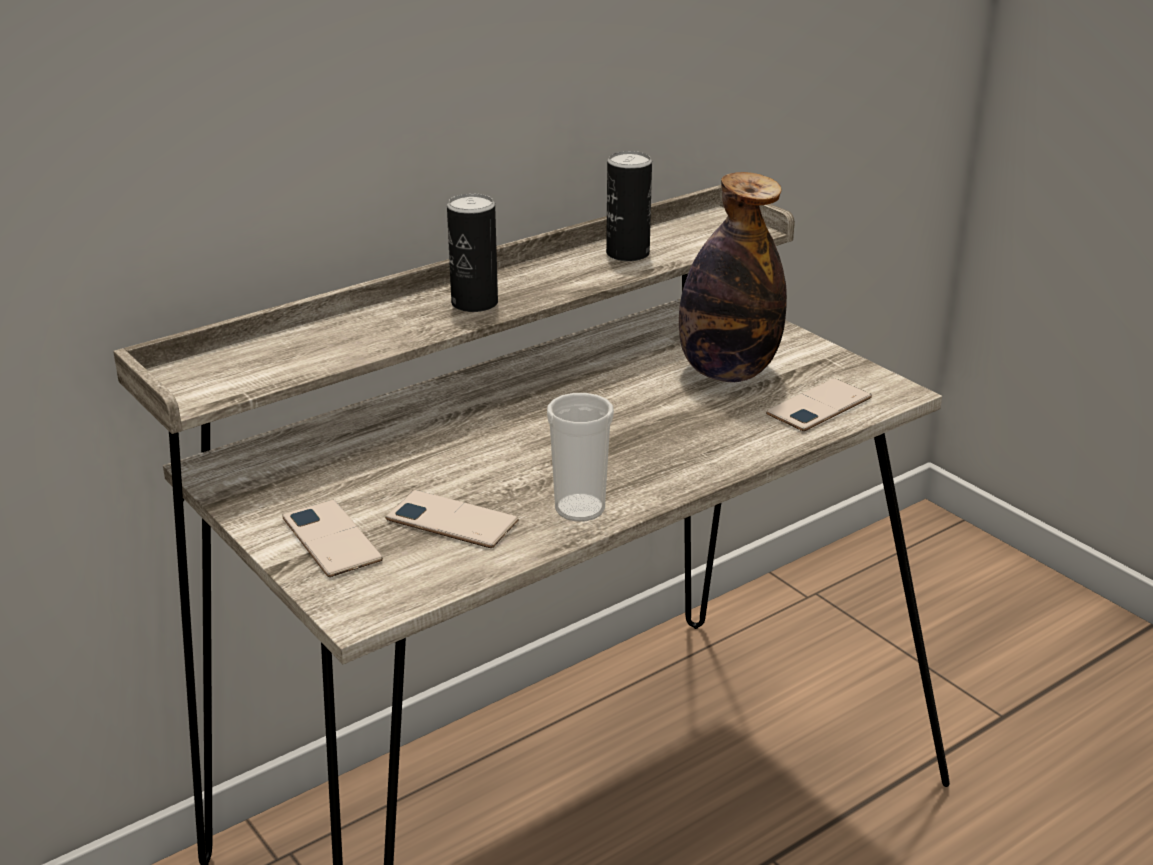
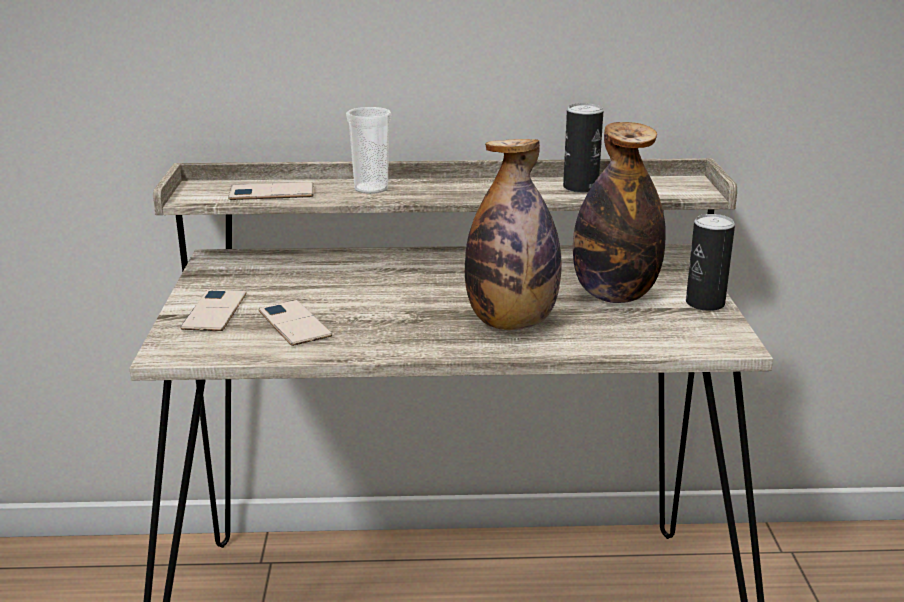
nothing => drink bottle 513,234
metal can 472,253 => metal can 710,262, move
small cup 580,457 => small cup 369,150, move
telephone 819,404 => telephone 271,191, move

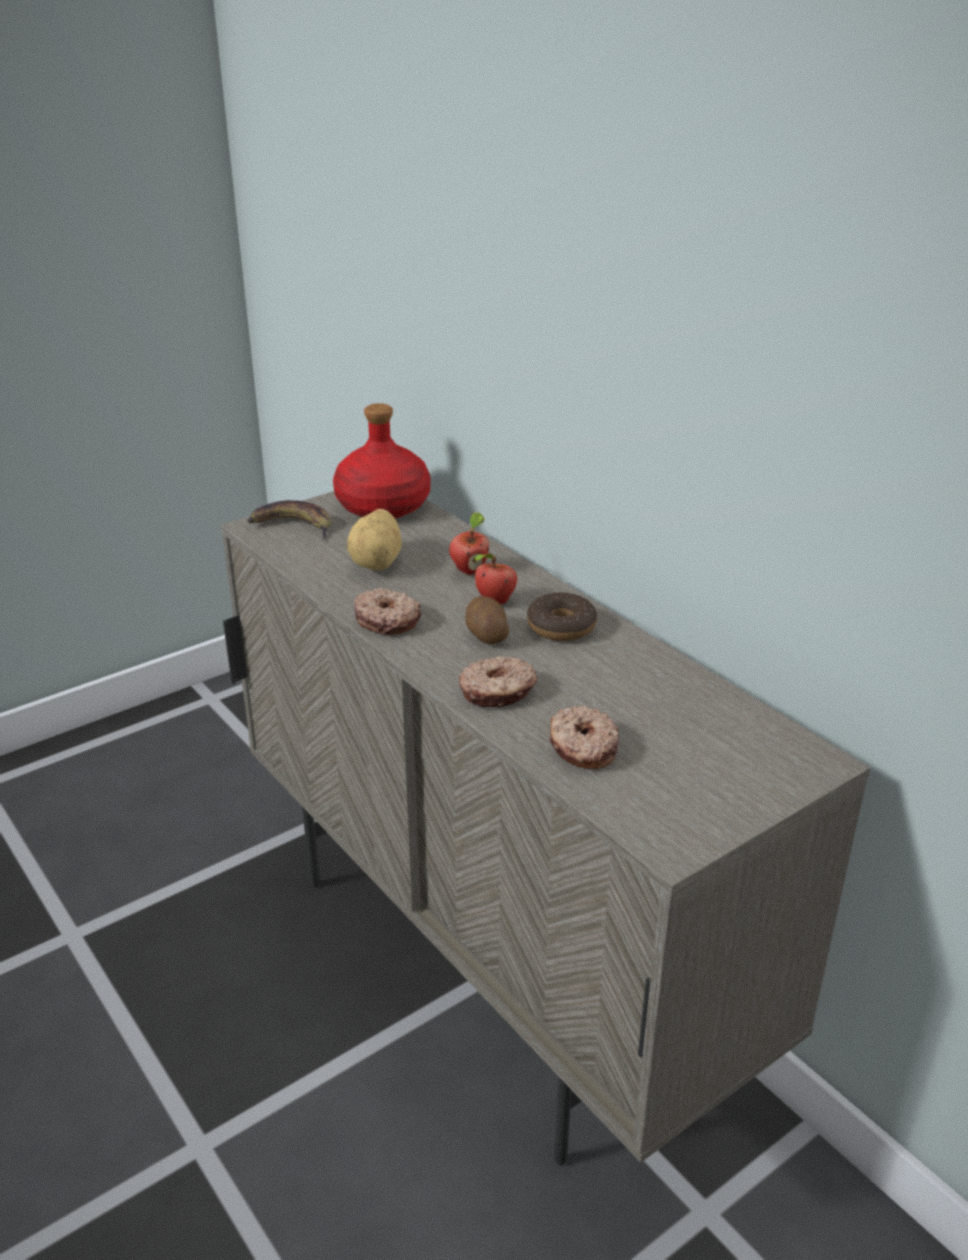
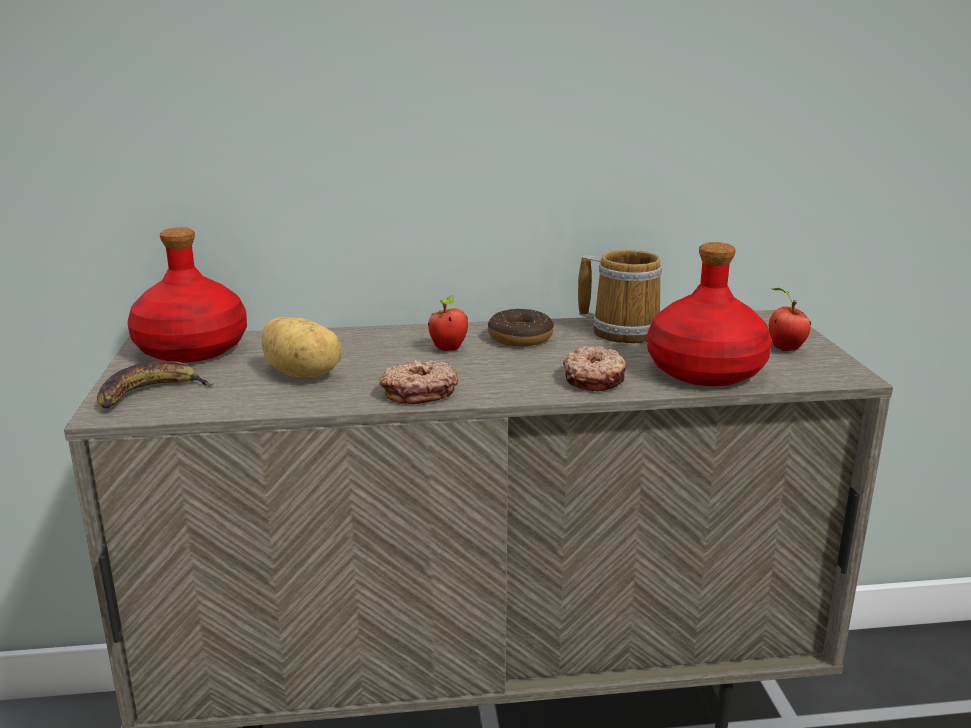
potato 487,620 => nothing
nothing => coffee mug 620,296
whole apple 469,543 => whole apple 790,319, move
ring doughnut 584,737 => red-coloured drink bottle 709,314

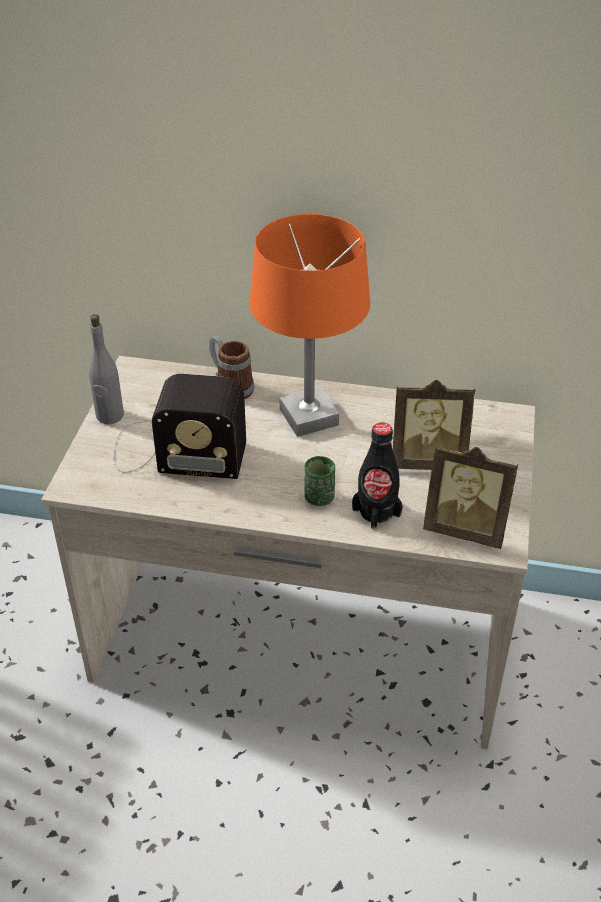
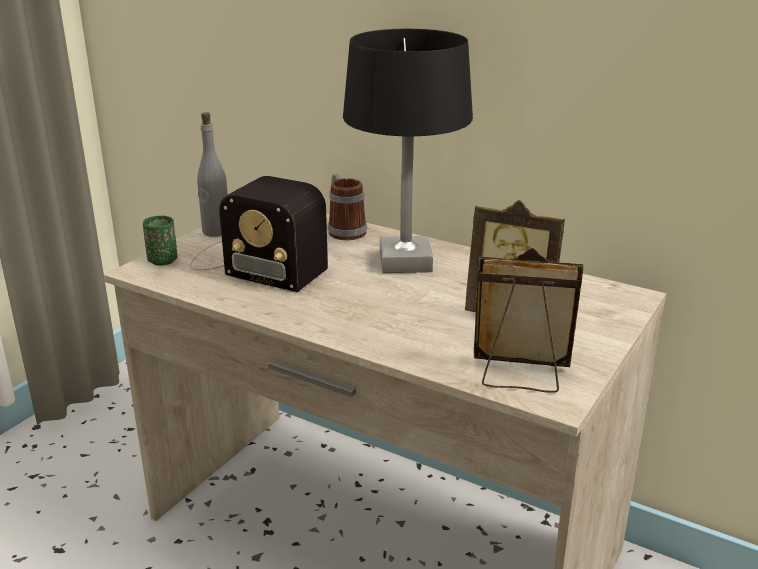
blackish drink bottle 377,476 => nothing
green small cup 319,481 => green small cup 160,241, move
orangey lamp for a table 309,325 => blackish lamp for a table 408,151
photo frame 470,496 => photo frame 528,320, 150 degrees clockwise

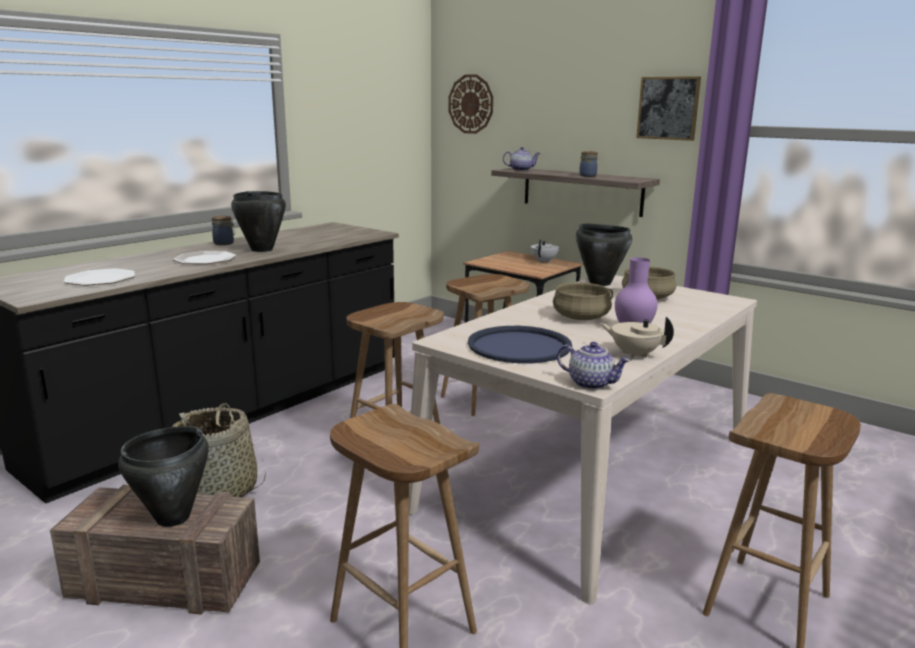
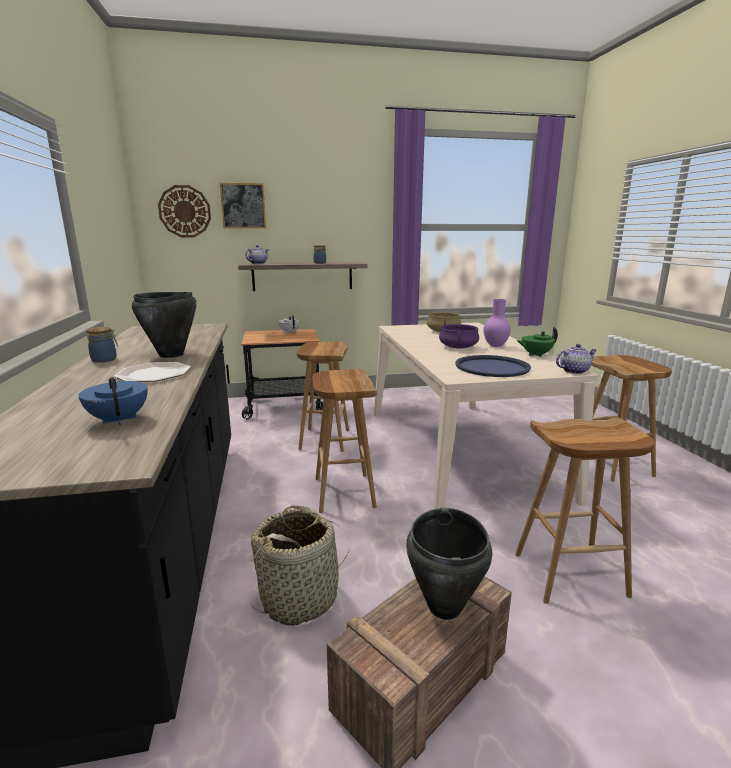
blackish stockpot 604,255 => nothing
wall picture 668,108 => wall picture 243,205, move
dinner plate 99,277 => blue teapot 113,401
beige-coloured stockpot 583,301 => purple stockpot 459,336
beige-coloured teapot 637,337 => green teapot 537,342

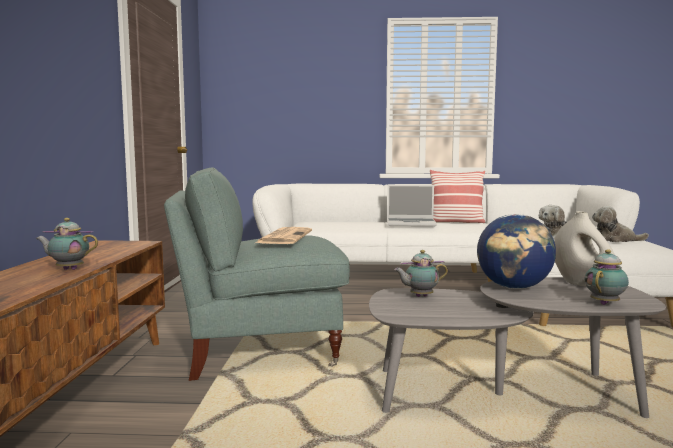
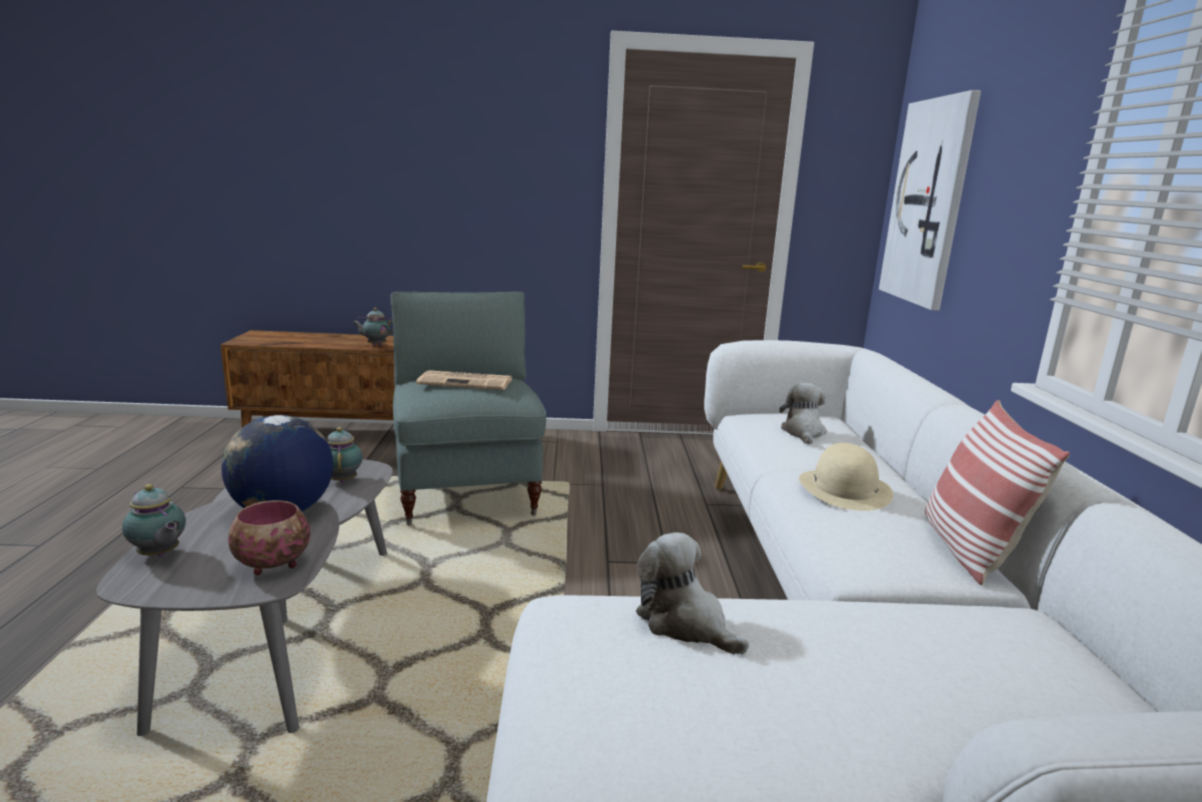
nothing => wall picture 930,200
soft toy 620,224 => soft toy 803,414, move
laptop 412,206 => beige-coloured wearable hat 846,477
white vase 584,249 => serving bowl 269,537
teapot 67,244 => teapot 372,327, 90 degrees counterclockwise

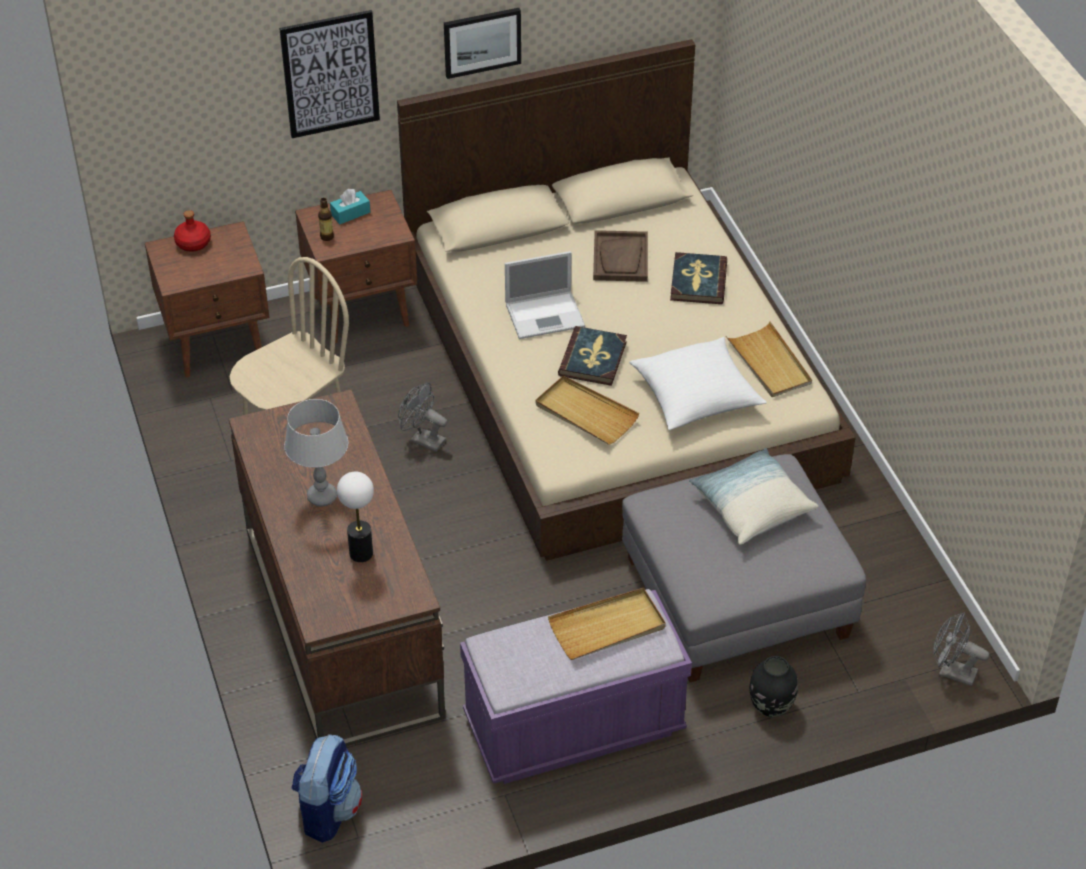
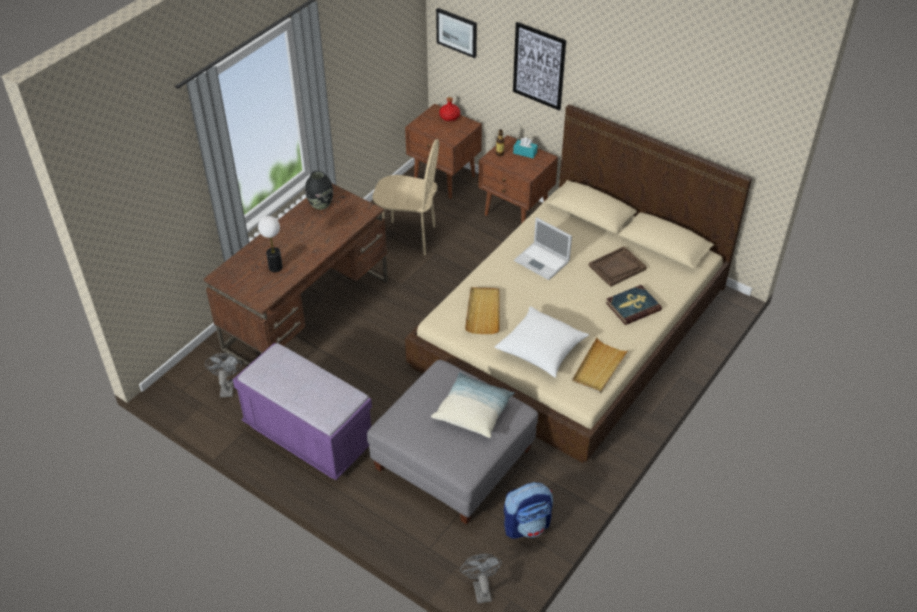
grey lamp for a table 316,453 => nothing
beige-coloured carrying tray 607,624 => nothing
book 592,356 => nothing
rucksack 326,788 => rucksack 528,510, move
grey cooling fan 422,417 => grey cooling fan 223,375, move
wall picture 482,43 => wall picture 456,33, move
blackish vase 774,686 => blackish vase 319,190, move

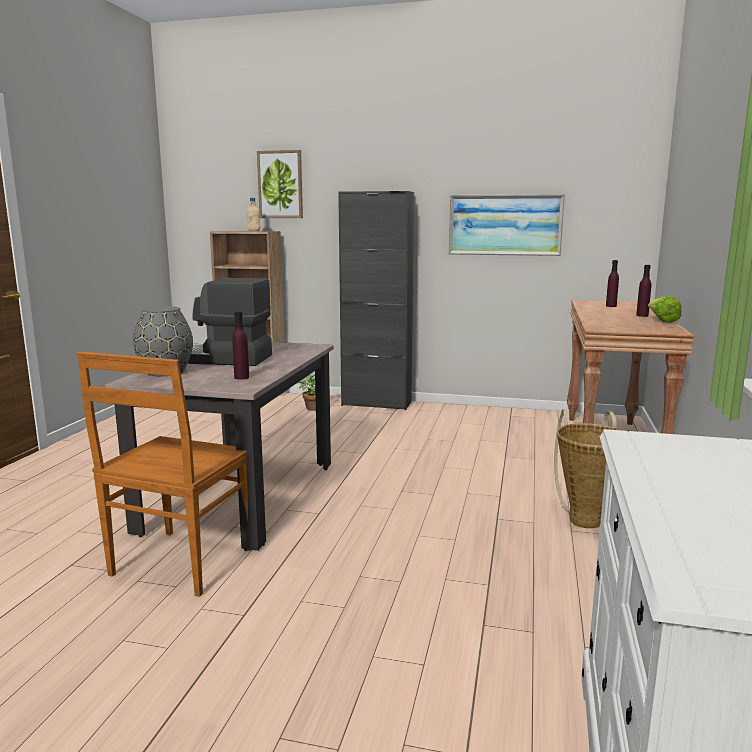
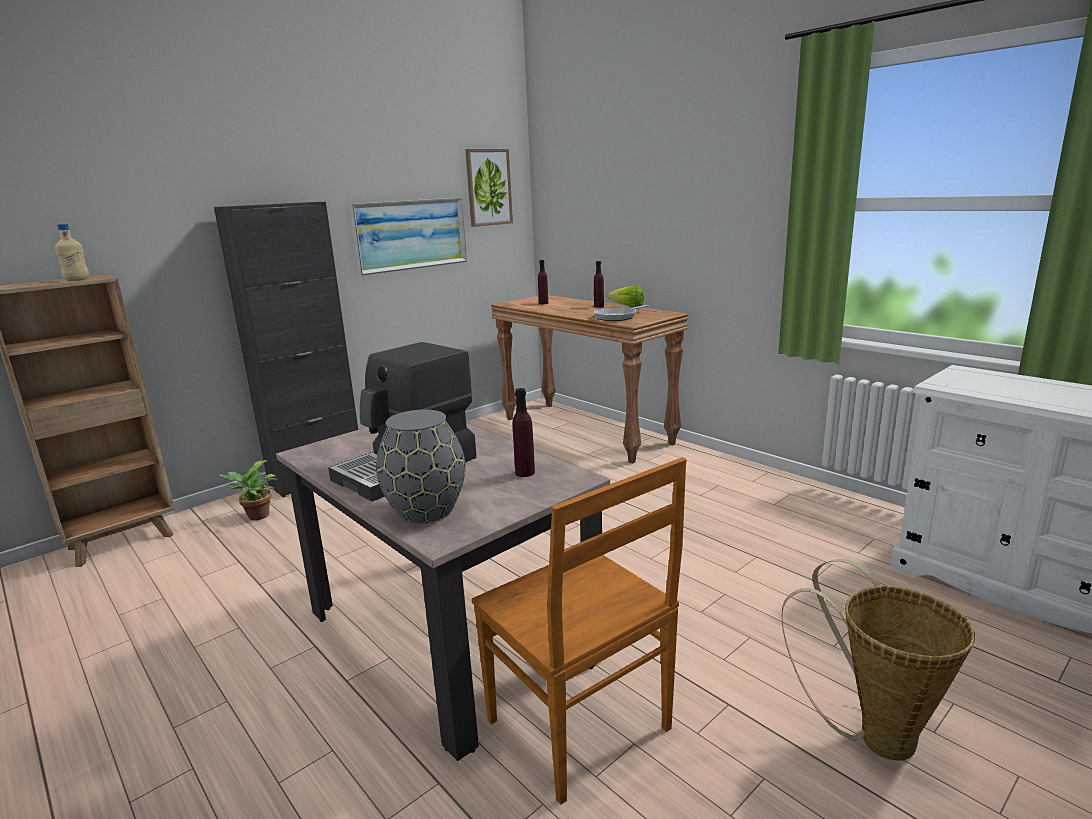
nothing => skillet 621,313
wall picture 280,184 => wall picture 489,188, move
basket 586,468 => basket 878,660, move

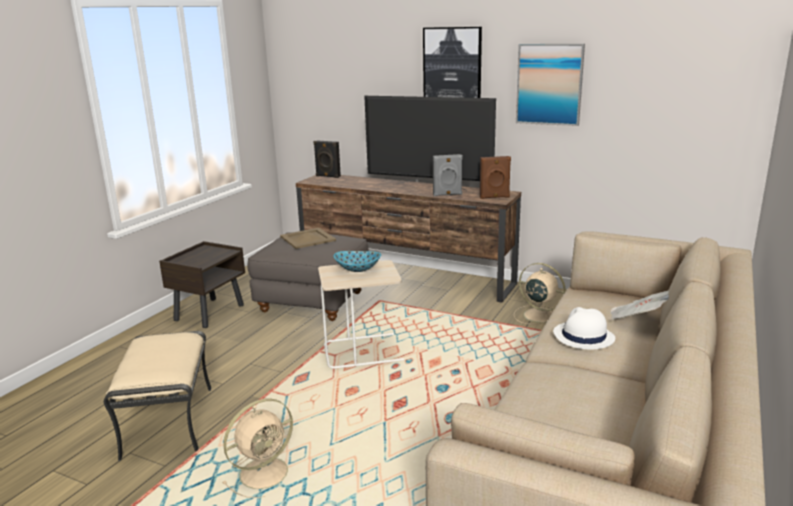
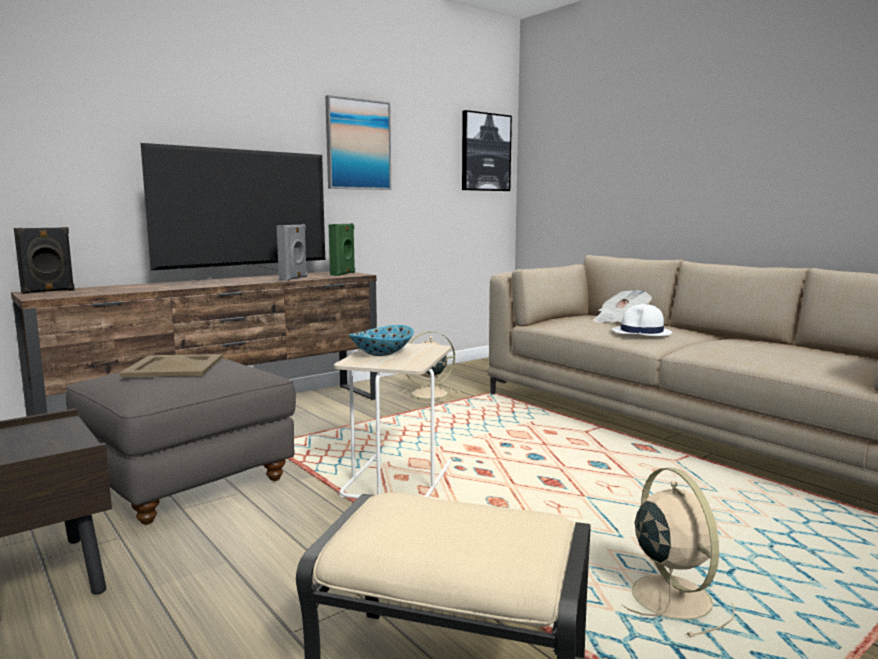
wall picture 452,62 => wall picture 487,150, move
brownish loudspeaker 495,177 => green loudspeaker 341,249

